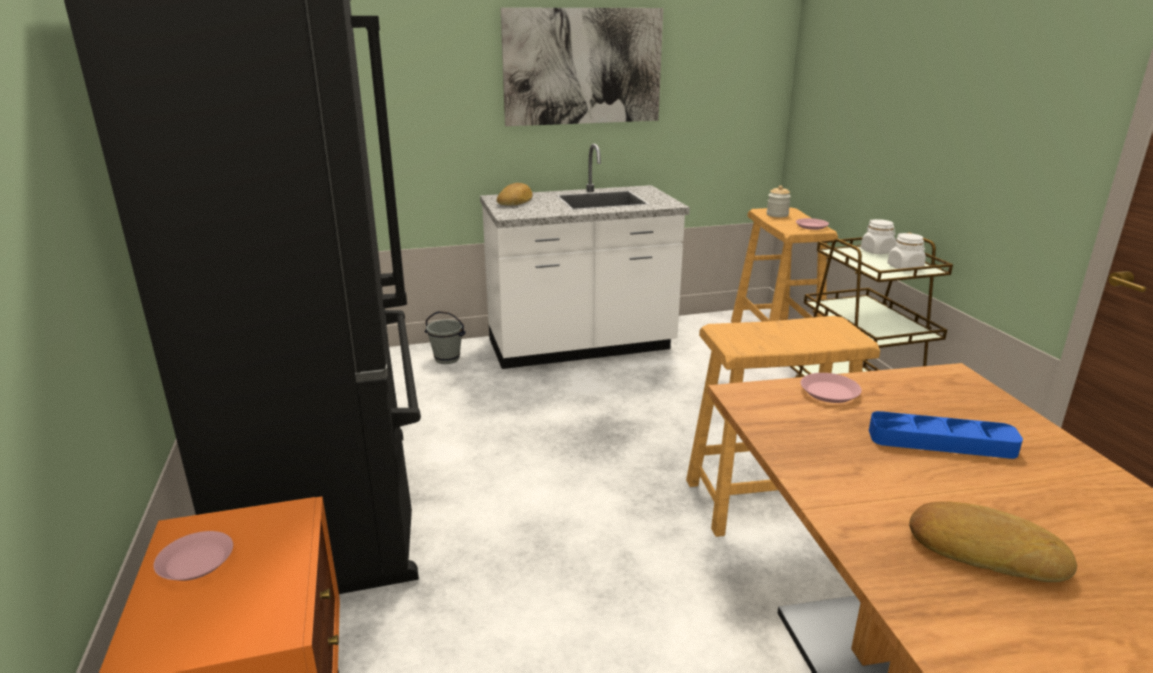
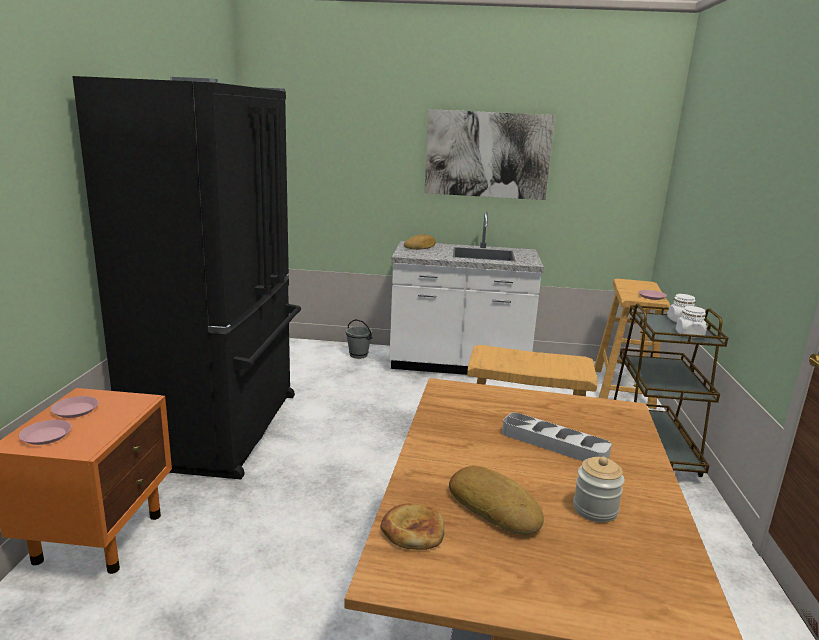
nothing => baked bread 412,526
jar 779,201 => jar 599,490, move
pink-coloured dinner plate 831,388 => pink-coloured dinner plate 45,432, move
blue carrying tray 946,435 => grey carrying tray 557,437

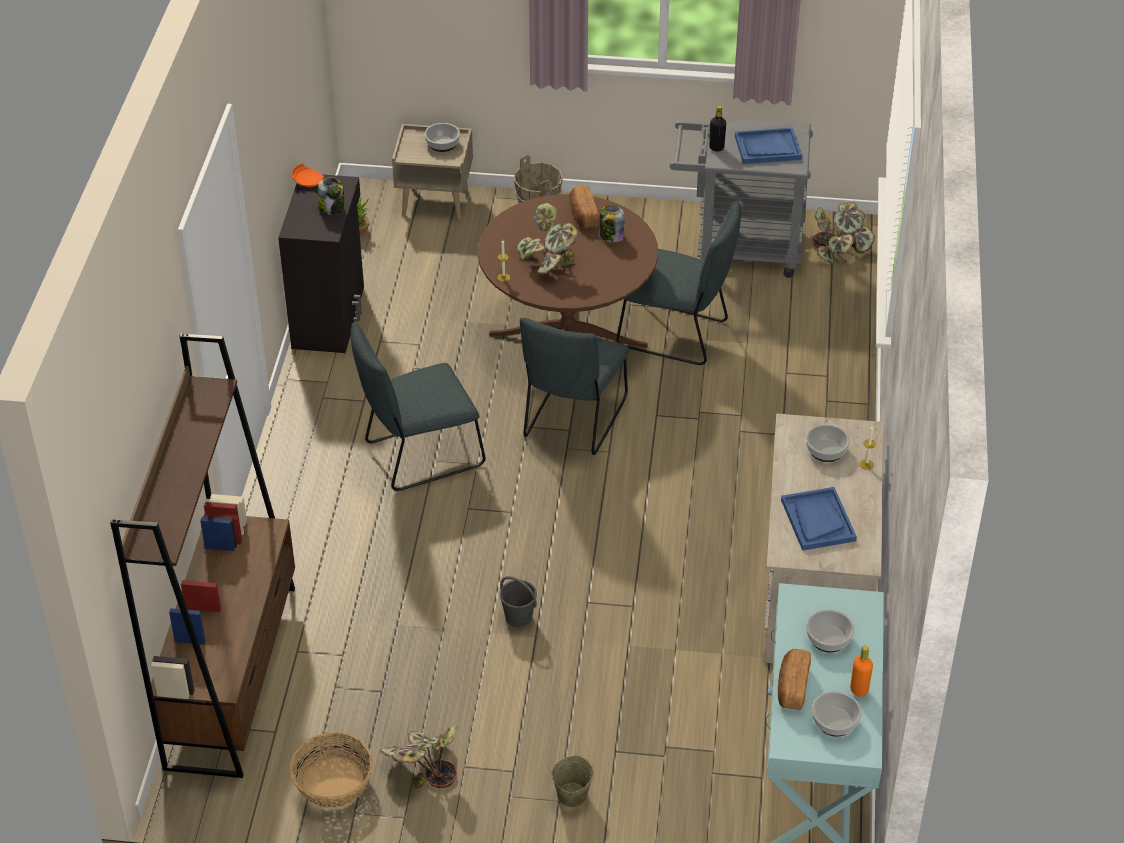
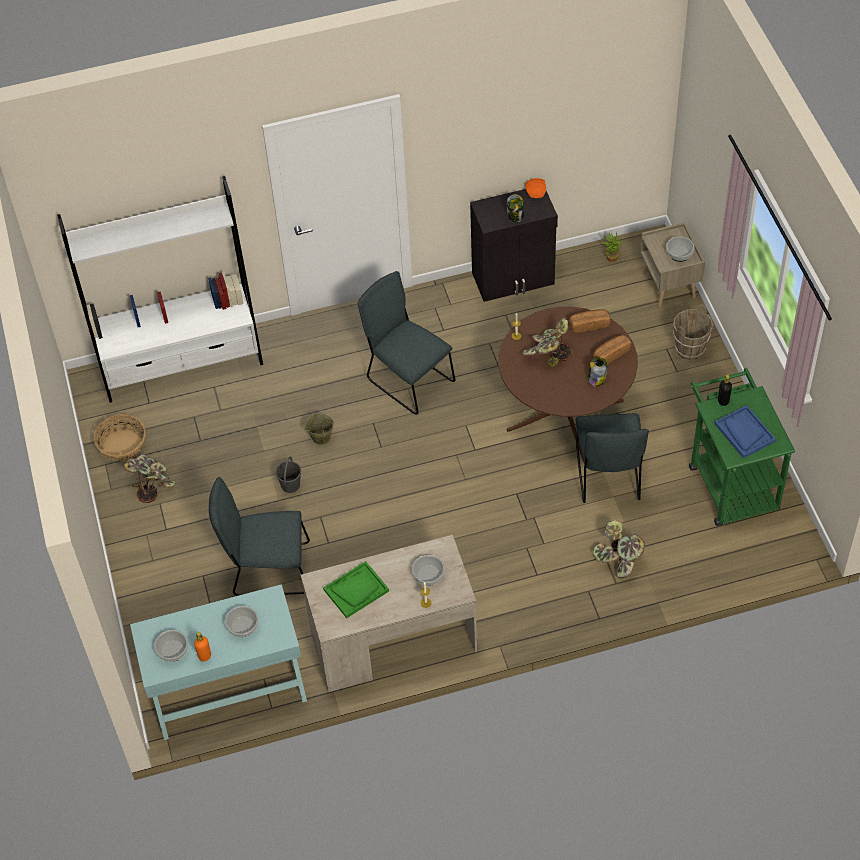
grey plain chair 575,386 => grey plain chair 259,536, move
beige-coloured pail 573,781 => beige-coloured pail 319,428, move
baked bread 794,679 => baked bread 589,321, move
potted plant 843,232 => potted plant 619,549, move
brownish bookshelf 202,555 => white bookshelf 160,289
grey trolley 741,197 => green trolley 742,447
blue carrying tray 819,519 => green carrying tray 356,589

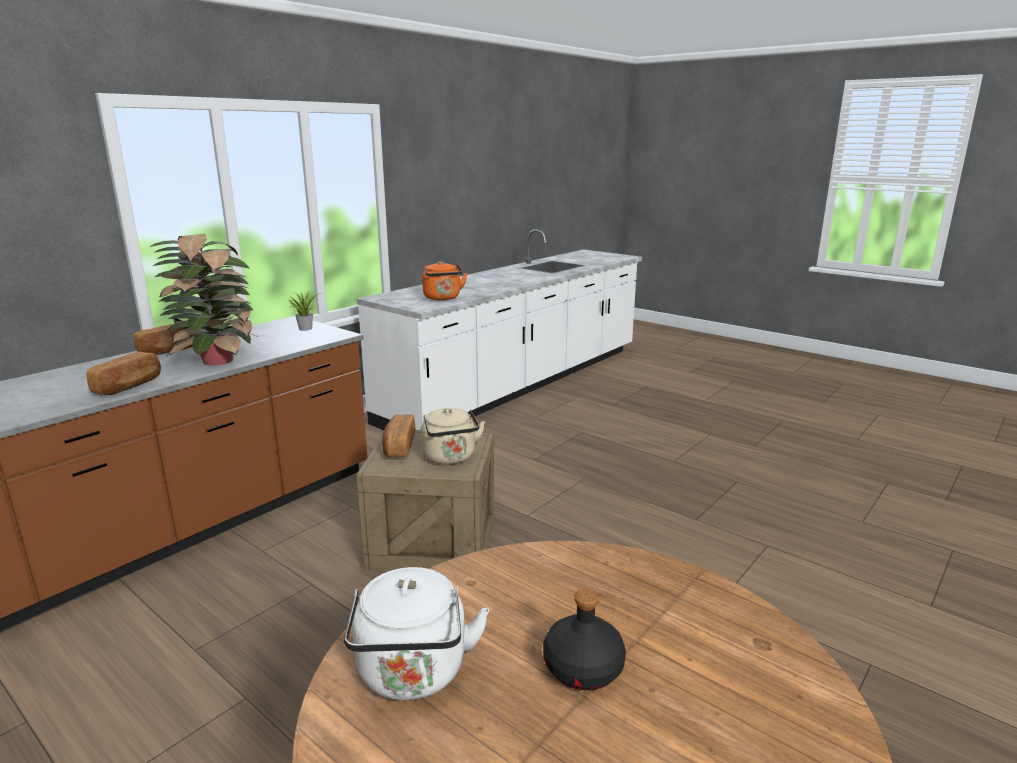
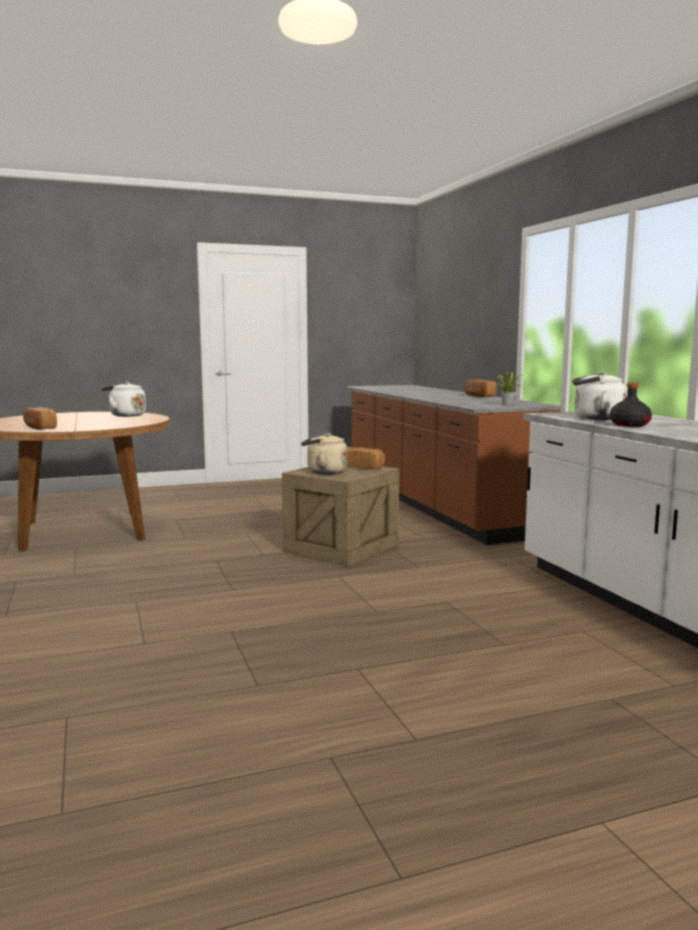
potted plant 204,300 => nothing
baked bread 123,373 => baked bread 40,418, move
blackish drink bottle 584,639 => blackish drink bottle 631,405, move
orangey tea kettle 445,280 => white tea kettle 599,395

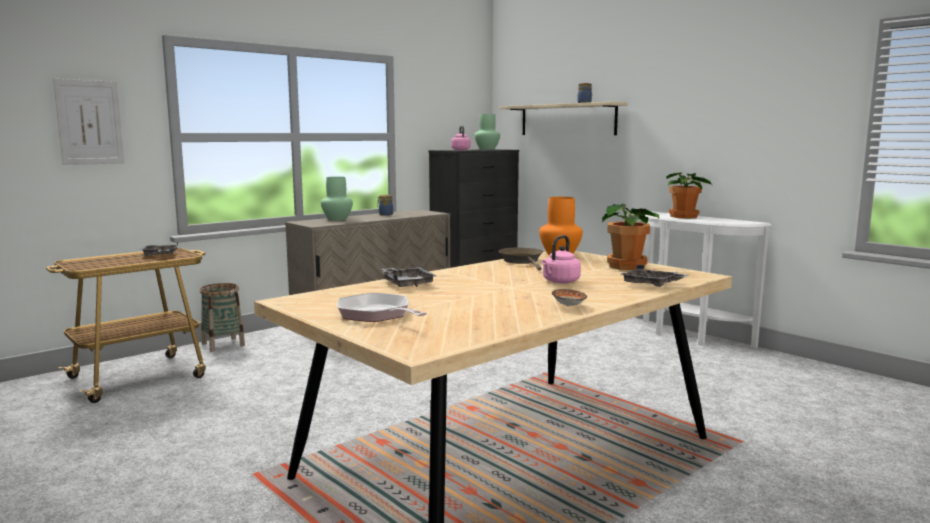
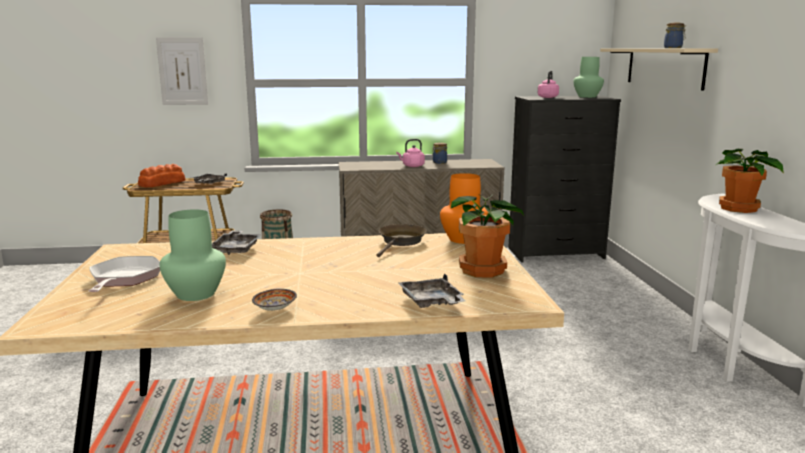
nothing => baked bread 162,175
green vase 337,199 => green vase 192,255, move
pink-coloured tea kettle 561,259 => pink-coloured tea kettle 410,153, move

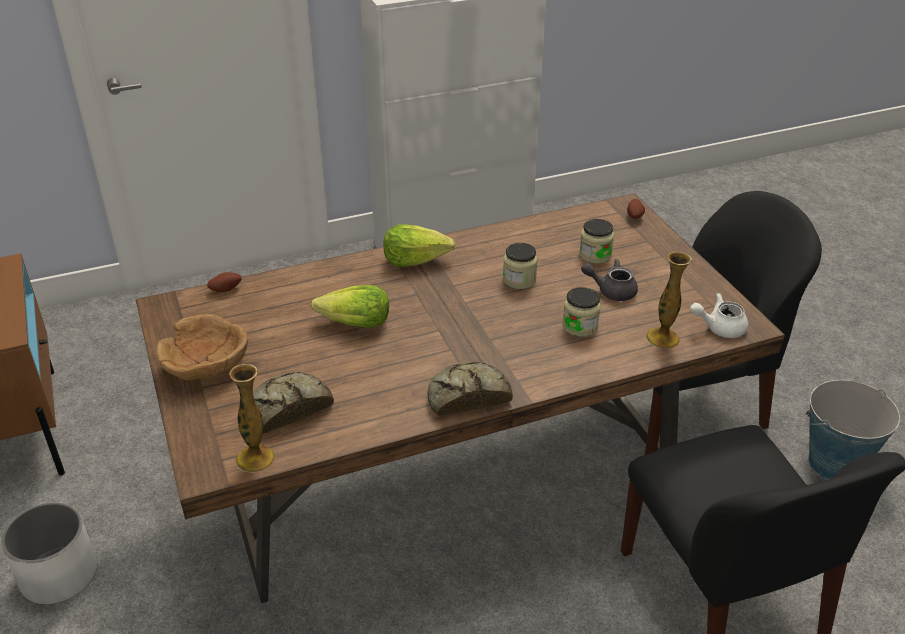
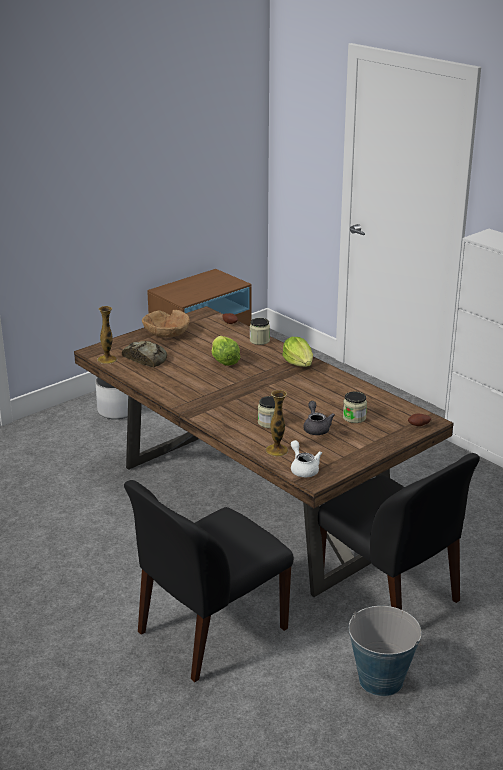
baked bread 470,389 => nothing
jar 520,266 => jar 260,331, move

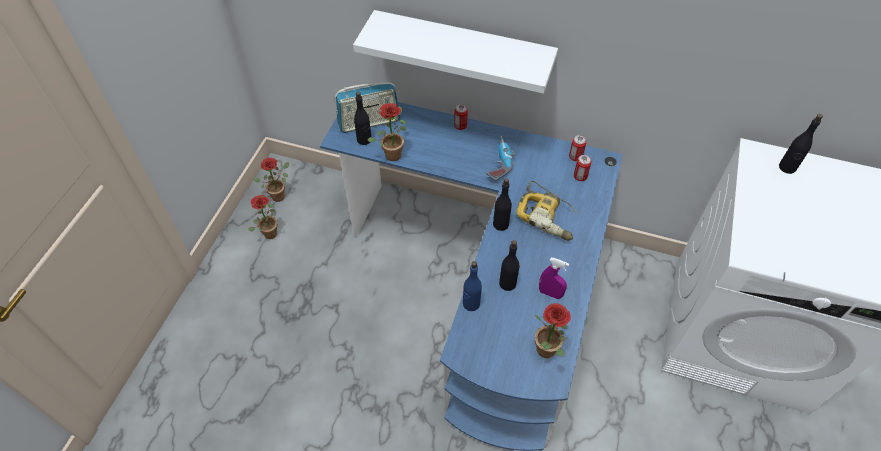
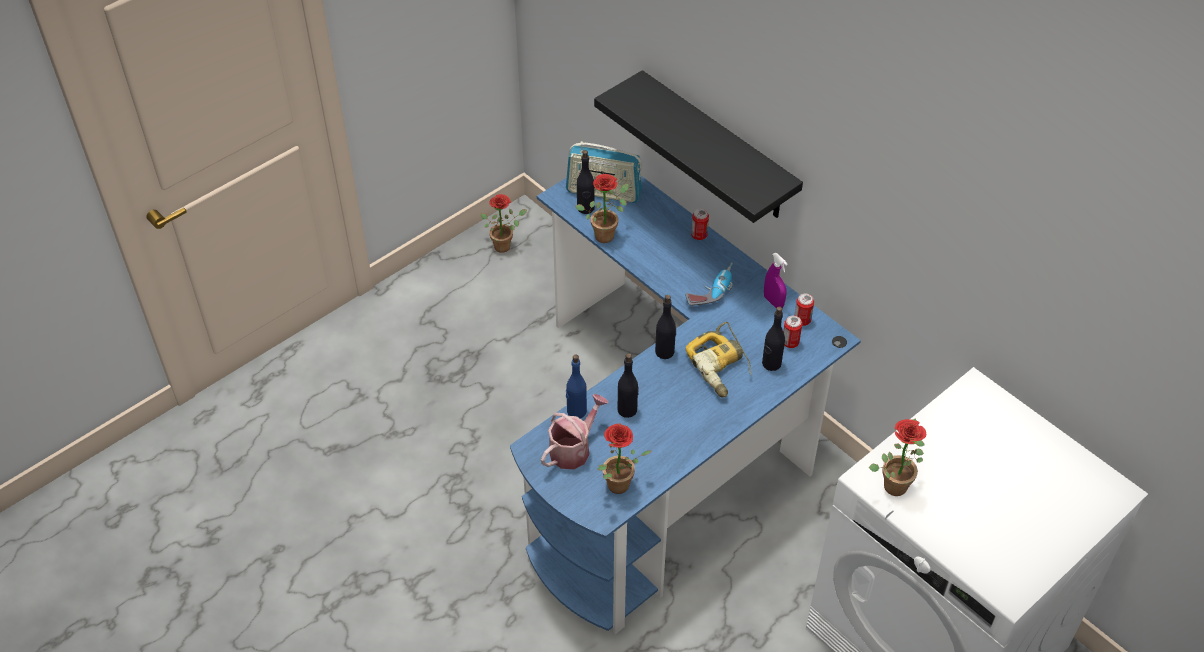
nothing => watering can 574,432
potted plant 263,216 => potted plant 897,457, move
purple hand sprayer 554,278 => purple hand sprayer 776,280, move
blackish drink bottle 801,144 => blackish drink bottle 773,338, move
white wall shelf 455,52 => blackish wall shelf 698,146

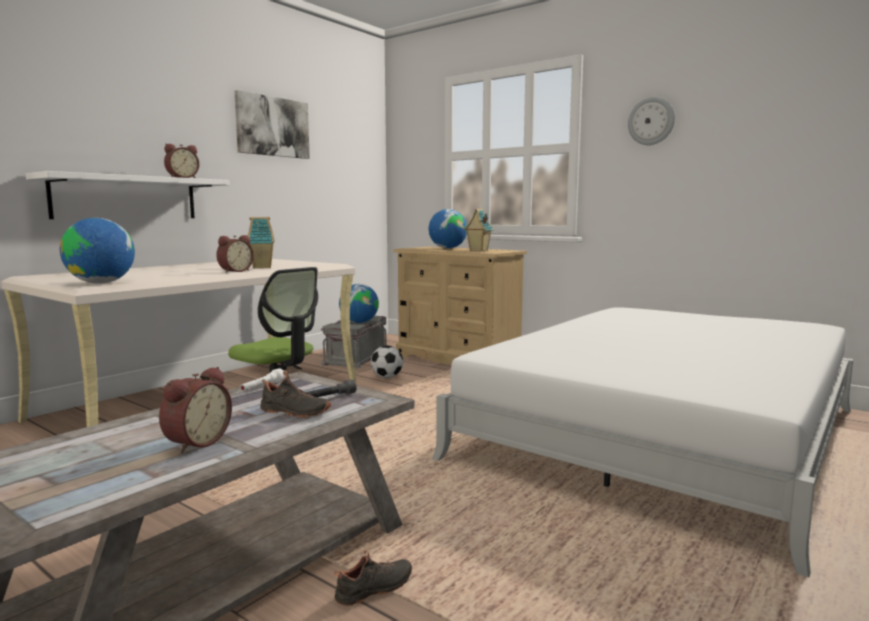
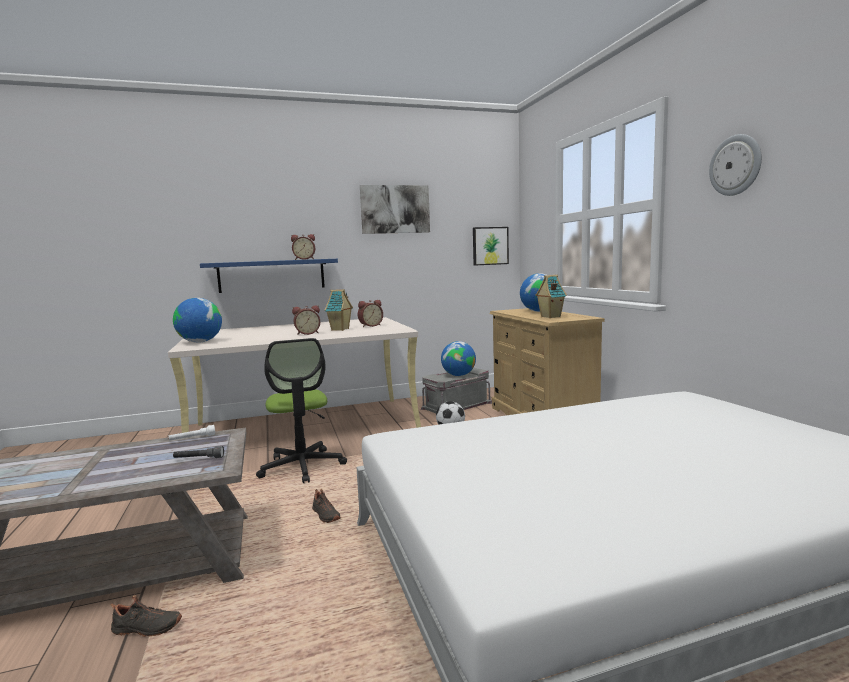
nothing => wall picture 491,246
bedside clock 195,410 => bedside clock 370,313, move
blackish item of footwear 295,394 => blackish item of footwear 326,506, move
white wall shelf 128,195 => blue wall shelf 269,276

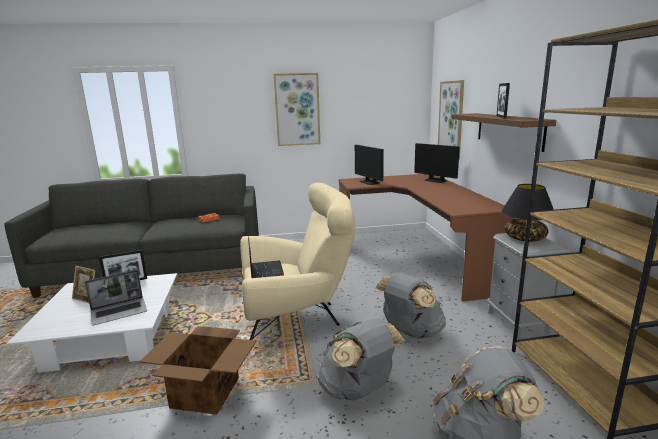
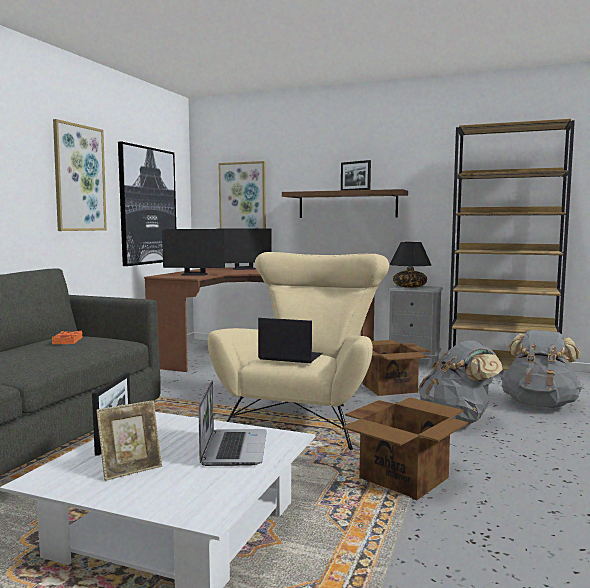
nothing => wall picture 147,203
grey rucksack 411,305 => carton 396,368

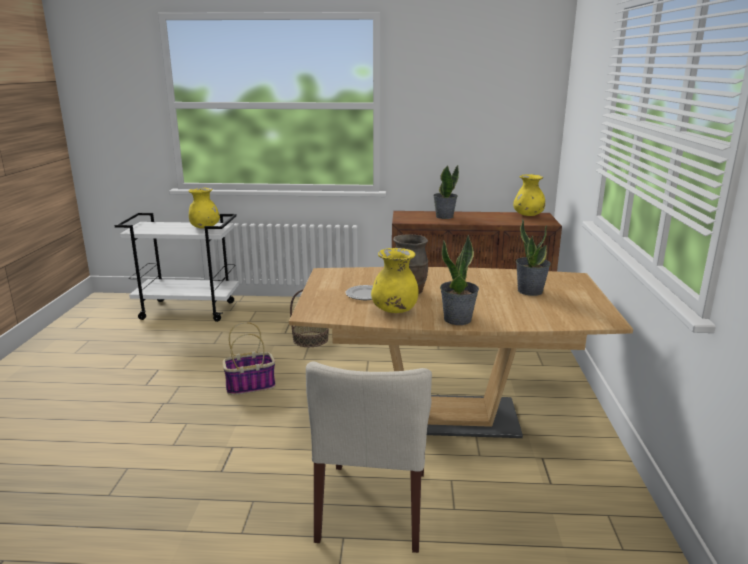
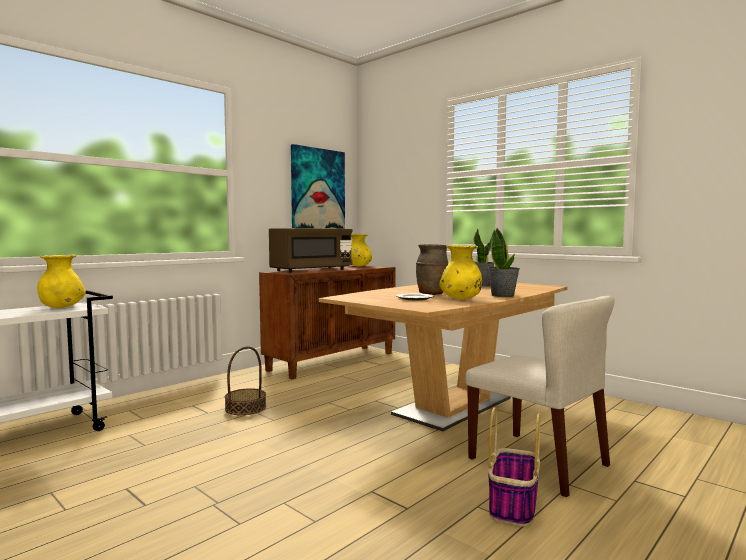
nothing => wall picture 318,186
basket 249,358 => basket 514,467, move
potted plant 446,192 => brownish kitchen microwave 311,250

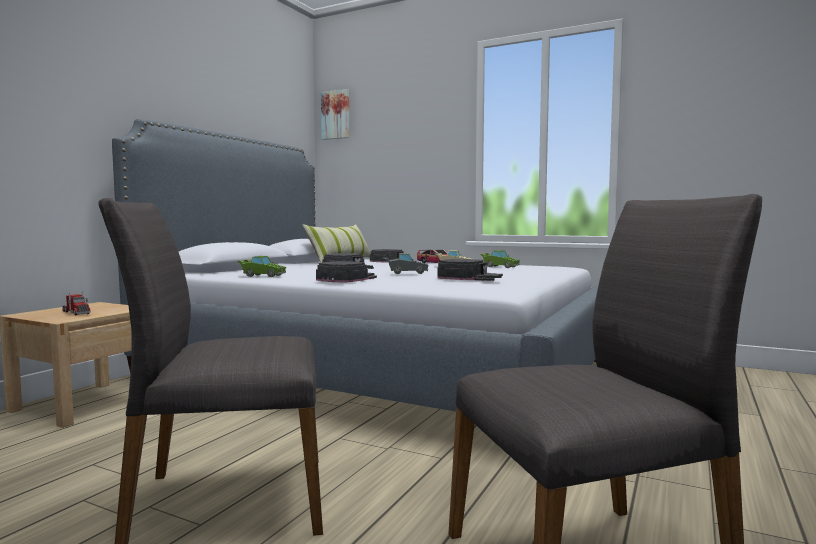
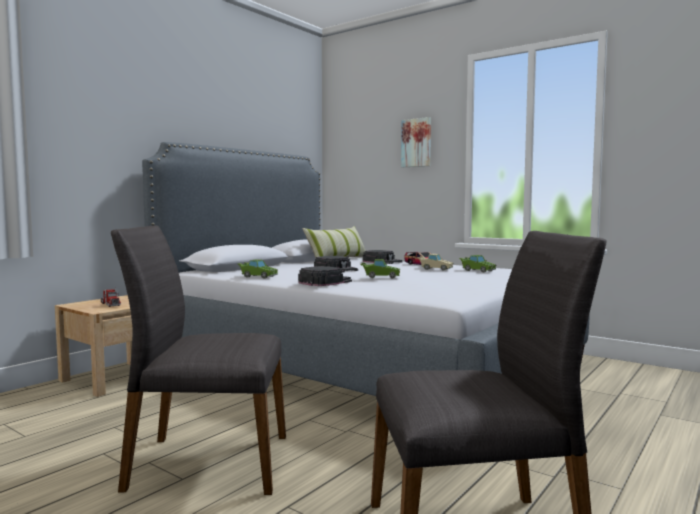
blackish baseball cap 470,270 => nothing
wall picture 335,114 => wall picture 416,142, move
grey toy car 406,263 => green toy car 380,268

